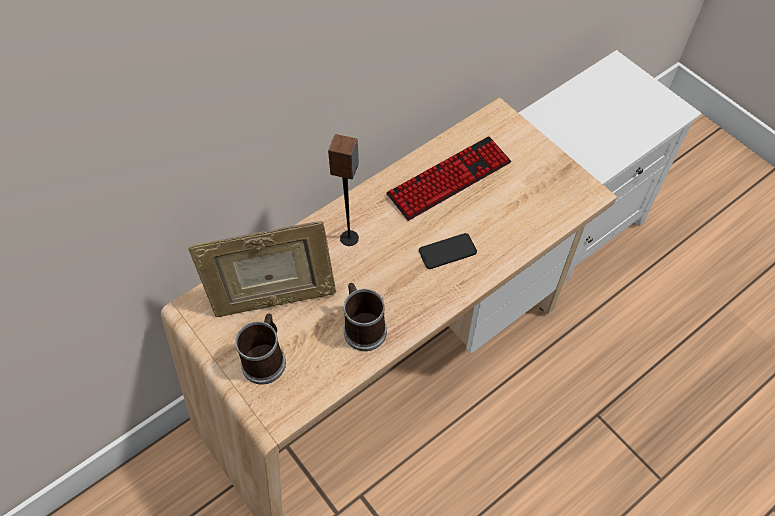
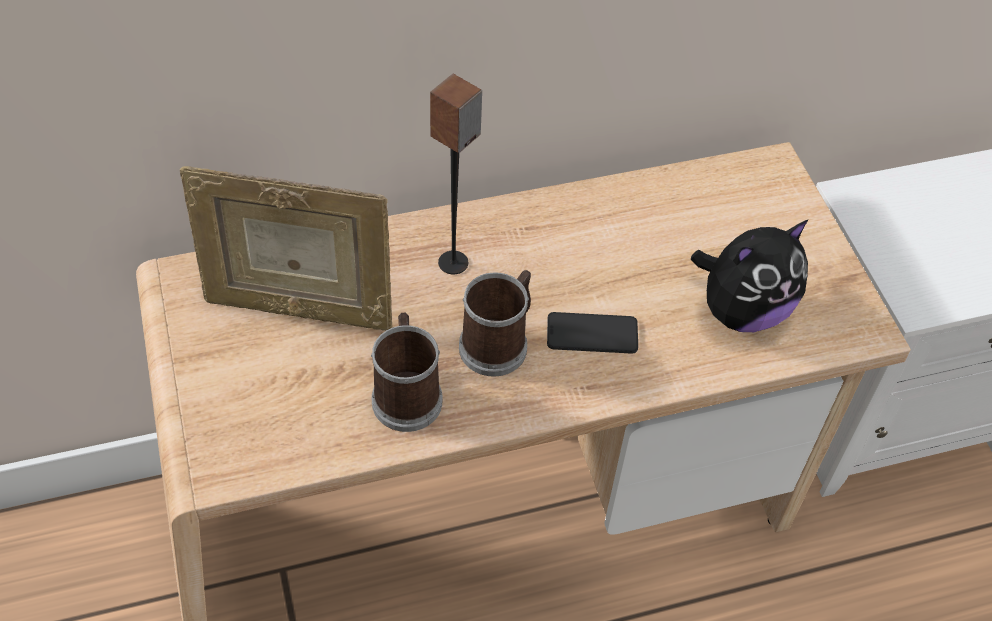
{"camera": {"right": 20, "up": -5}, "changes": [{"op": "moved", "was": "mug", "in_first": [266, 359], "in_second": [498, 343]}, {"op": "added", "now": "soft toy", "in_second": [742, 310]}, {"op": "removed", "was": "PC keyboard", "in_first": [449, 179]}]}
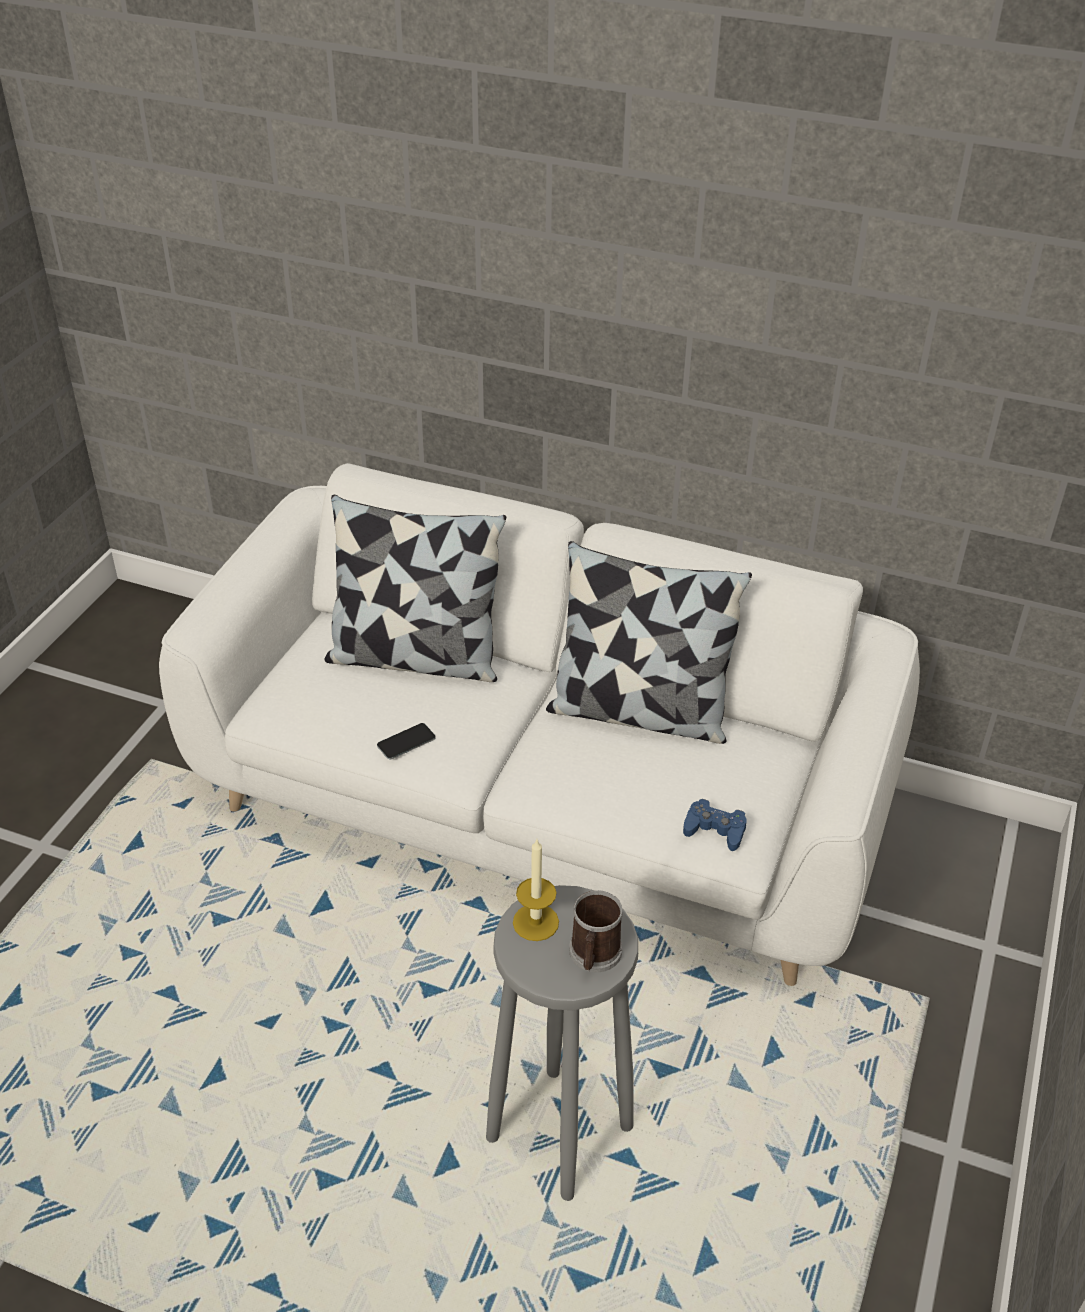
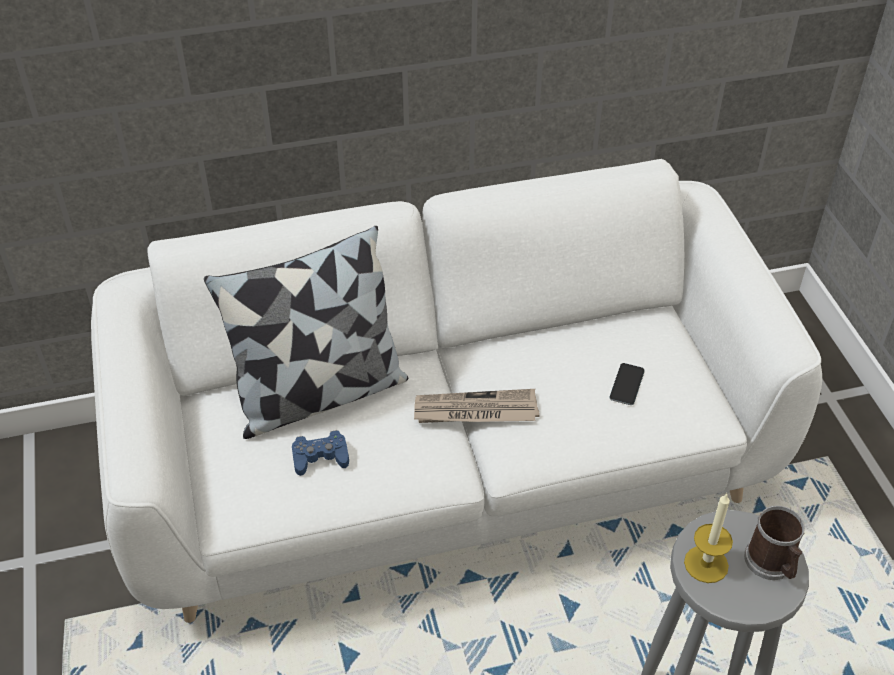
{"camera": {"right": -35, "up": 5}, "changes": [{"op": "moved", "was": "game controller/bluish", "in_first": [715, 830], "in_second": [320, 457]}, {"op": "added", "now": "printed paper", "in_second": [475, 411]}, {"op": "moved", "was": "telephone", "in_first": [406, 742], "in_second": [627, 384]}, {"op": "removed", "was": "cushion", "in_first": [639, 712]}]}
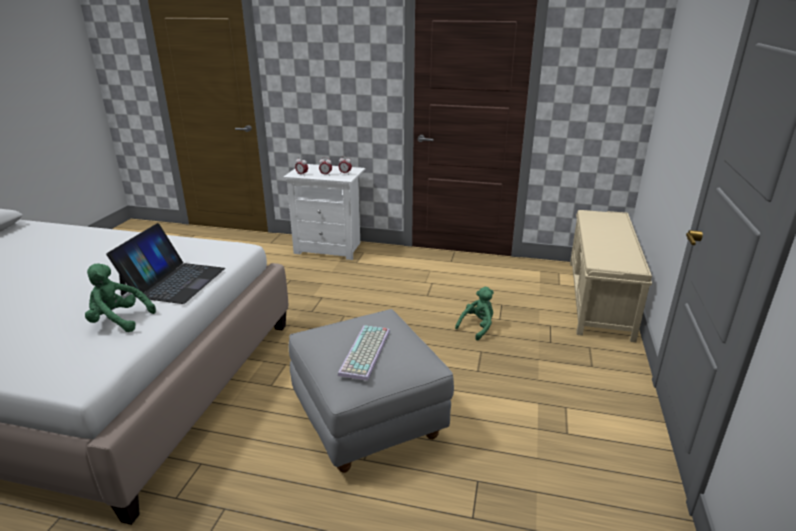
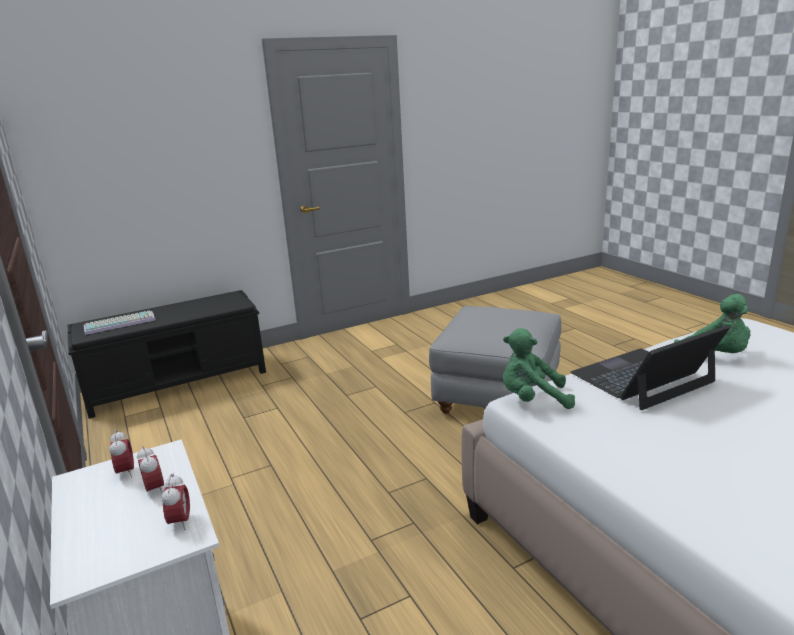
{"camera": {"right": -130, "up": -5}, "changes": [{"op": "recoloured", "was": "long seat/sand-coloured", "now": "long seat/blackish", "in_first": [599, 298], "in_second": [179, 382]}, {"op": "moved", "was": "PC keyboard", "in_first": [366, 353], "in_second": [120, 323]}, {"op": "moved", "was": "soft toy/green", "in_first": [477, 327], "in_second": [532, 399]}]}
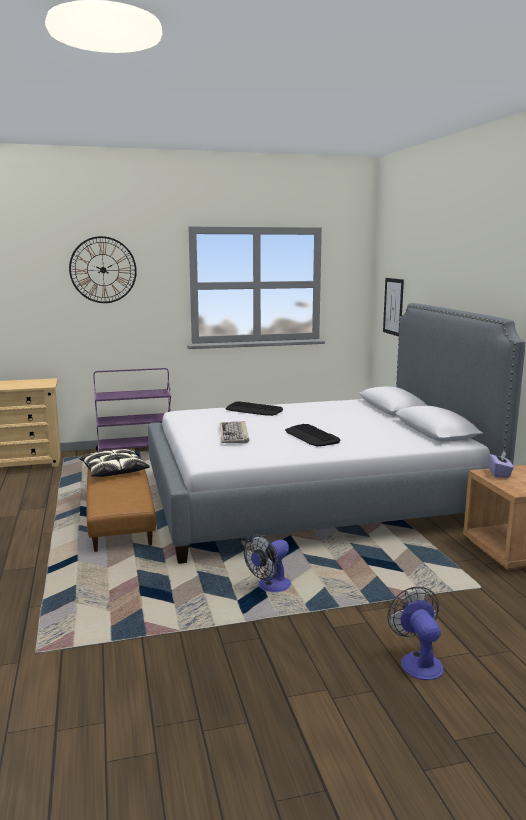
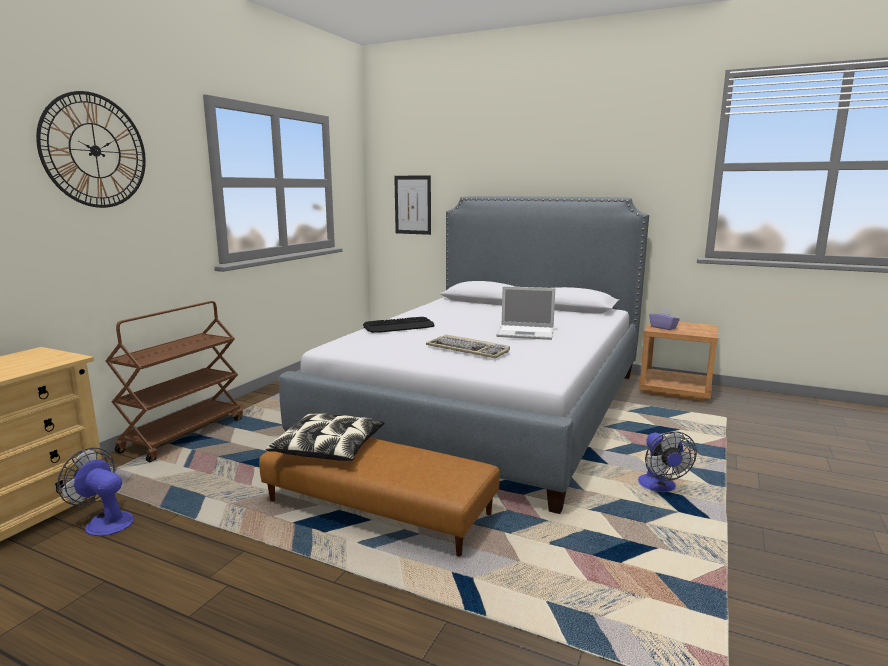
{"camera": {"right": -50, "up": 0}, "changes": [{"op": "moved", "was": "cooling fan", "in_first": [417, 661], "in_second": [104, 522]}, {"op": "recoloured", "was": "trolley/purplish", "now": "trolley/brown", "in_first": [135, 451], "in_second": [184, 434]}, {"op": "replaced", "was": "PC keyboard", "now": "laptop", "in_first": [311, 436], "in_second": [527, 333]}]}
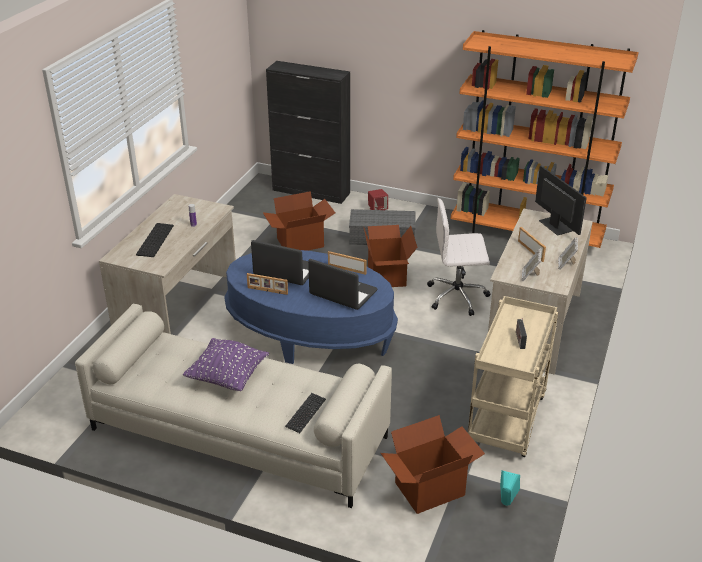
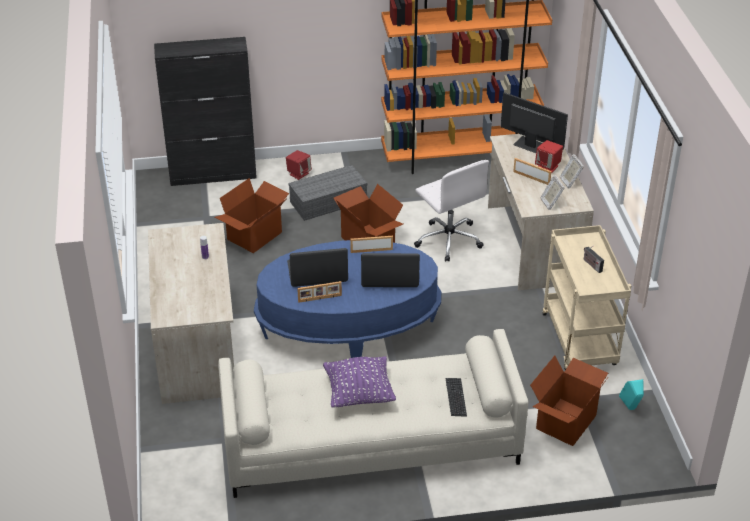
{"camera": {"right": -30, "up": 5}, "changes": [{"op": "turned", "was": "desk chair/whitish", "in_first": [458, 296], "in_second": [448, 239], "clockwise": -90}, {"op": "added", "now": "speaker/red", "in_second": [548, 166]}, {"op": "removed", "was": "PC keyboard", "in_first": [154, 239]}]}
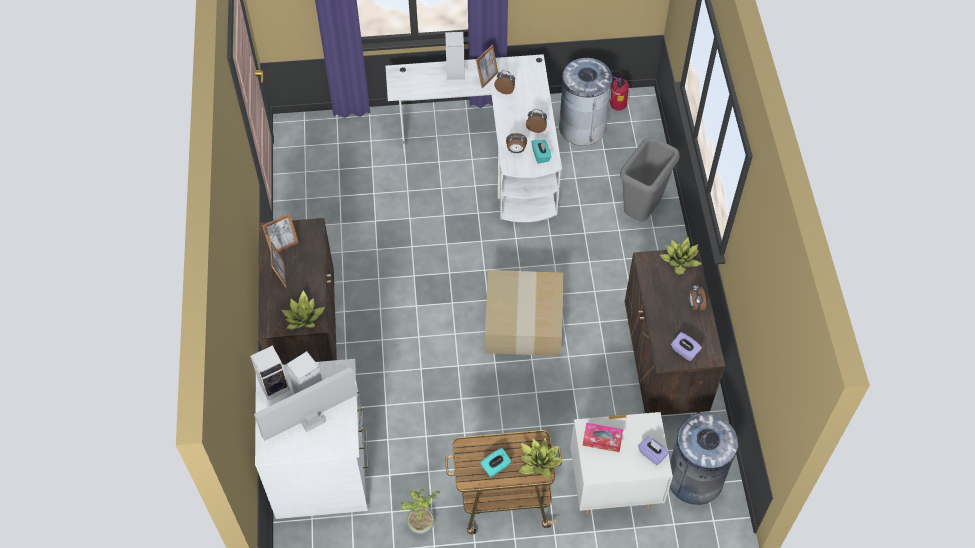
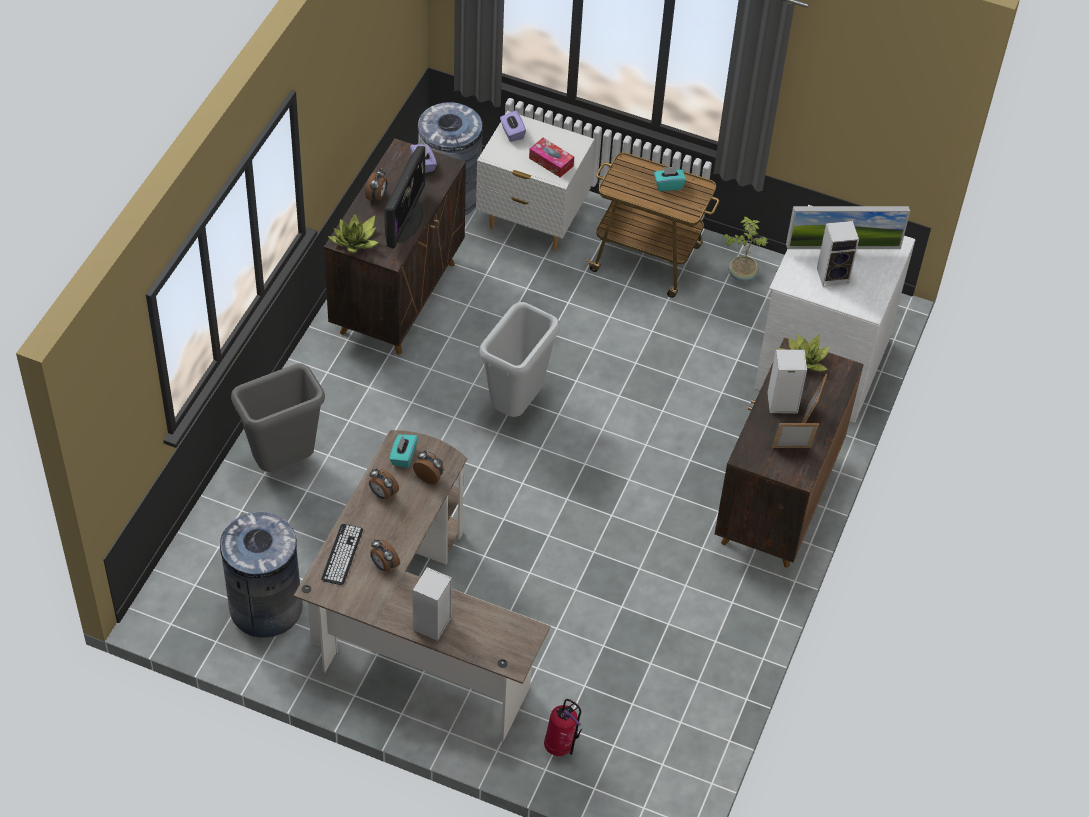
{"camera": {"right": -155, "up": -5}, "changes": [{"op": "recoloured", "was": "desk/whitish", "now": "desk/brown", "in_first": [493, 154], "in_second": [411, 626]}, {"op": "added", "now": "PC keyboard", "in_second": [342, 554]}, {"op": "added", "now": "computer display", "in_second": [405, 221]}, {"op": "replaced", "was": "carton", "now": "waste bin/grey", "in_first": [524, 323], "in_second": [515, 404]}, {"op": "moved", "was": "extinguisher", "in_first": [616, 107], "in_second": [560, 746]}, {"op": "moved", "was": "speaker", "in_first": [275, 386], "in_second": [781, 403]}, {"op": "removed", "was": "picture frame", "in_first": [487, 78]}, {"op": "removed", "was": "houseplant", "in_first": [538, 462]}]}
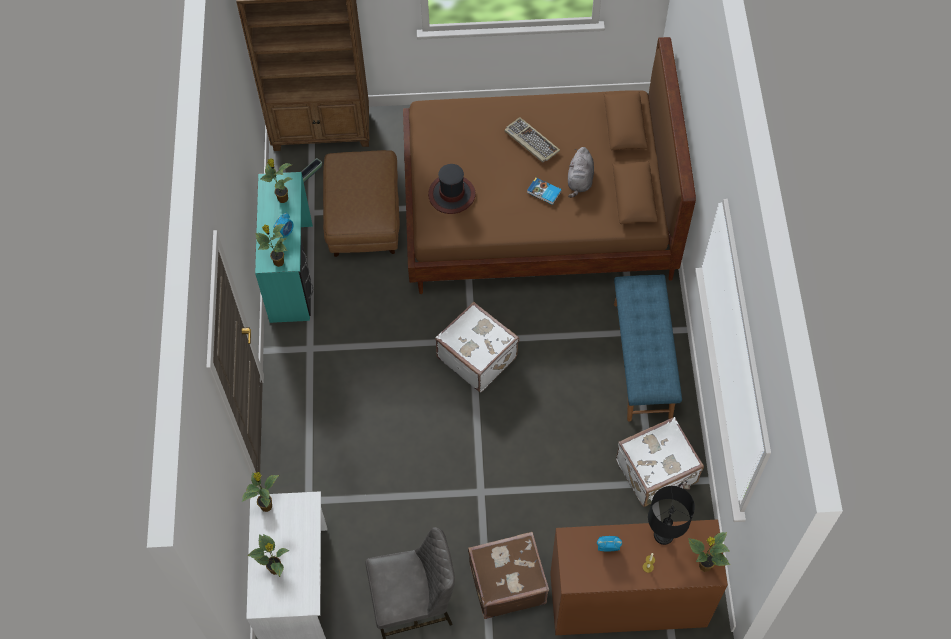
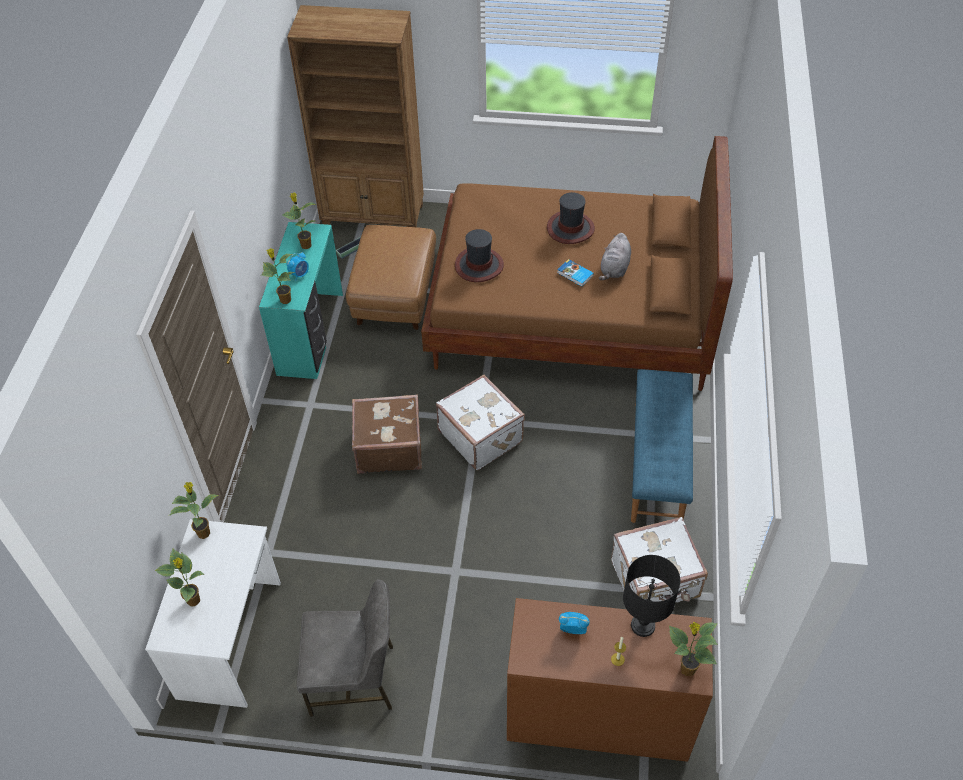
{"camera": {"right": 10, "up": -10}, "changes": [{"op": "moved", "was": "piece of luggage/brown", "in_first": [506, 582], "in_second": [388, 447]}, {"op": "replaced", "was": "PC keyboard", "now": "clothing hat", "in_first": [531, 141], "in_second": [570, 228]}]}
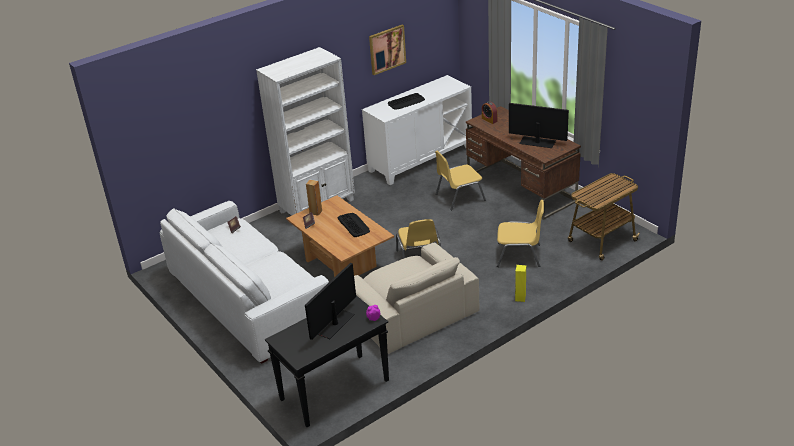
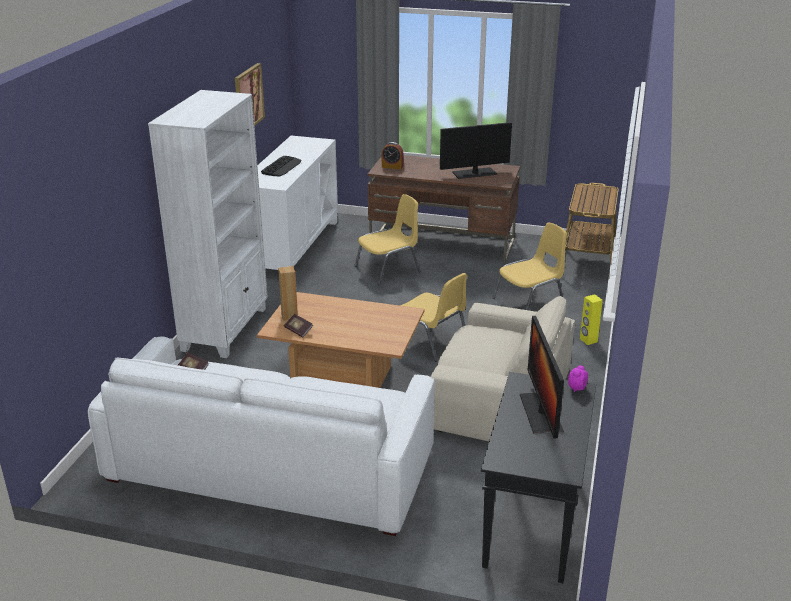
{"camera": {"right": -40, "up": -5}, "changes": [{"op": "turned", "was": "plain chair/yellow-coloured", "in_first": [459, 197], "in_second": [388, 269], "clockwise": -150}, {"op": "removed", "was": "PC keyboard", "in_first": [353, 225]}]}
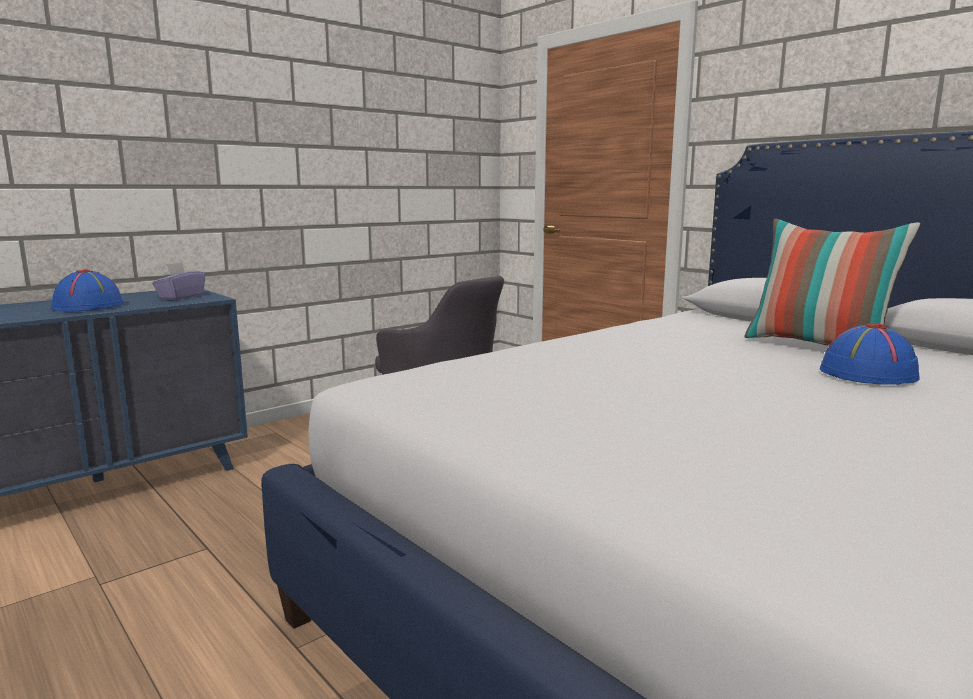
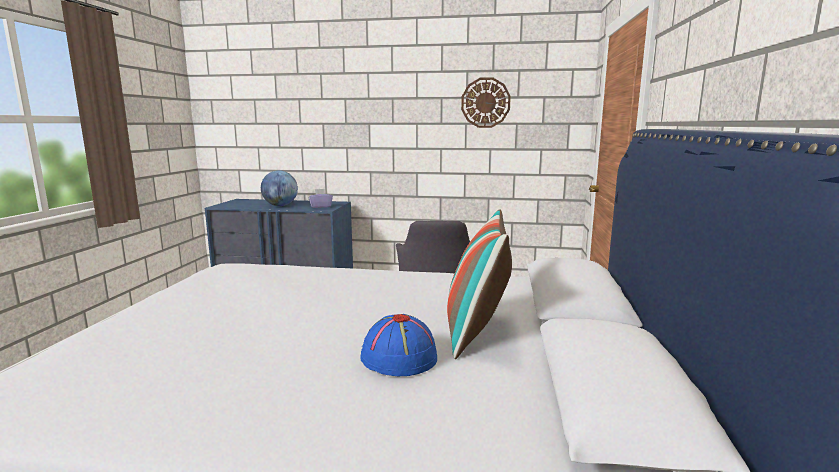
{"camera": {"right": 50, "up": 0}, "changes": [{"op": "replaced", "was": "clothing hat/bluish", "now": "world globe", "in_first": [89, 307], "in_second": [280, 205]}, {"op": "added", "now": "wall clock", "in_second": [485, 103]}]}
